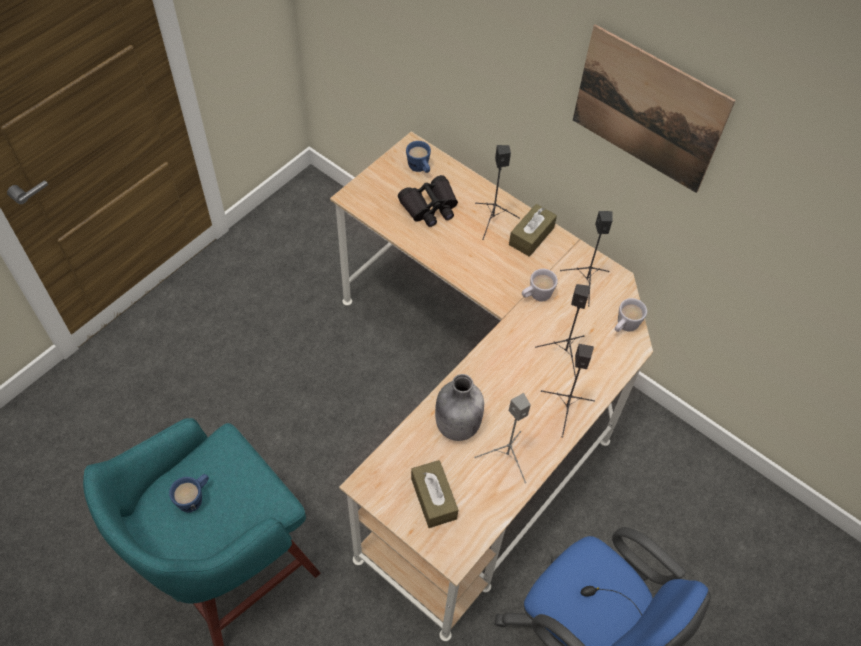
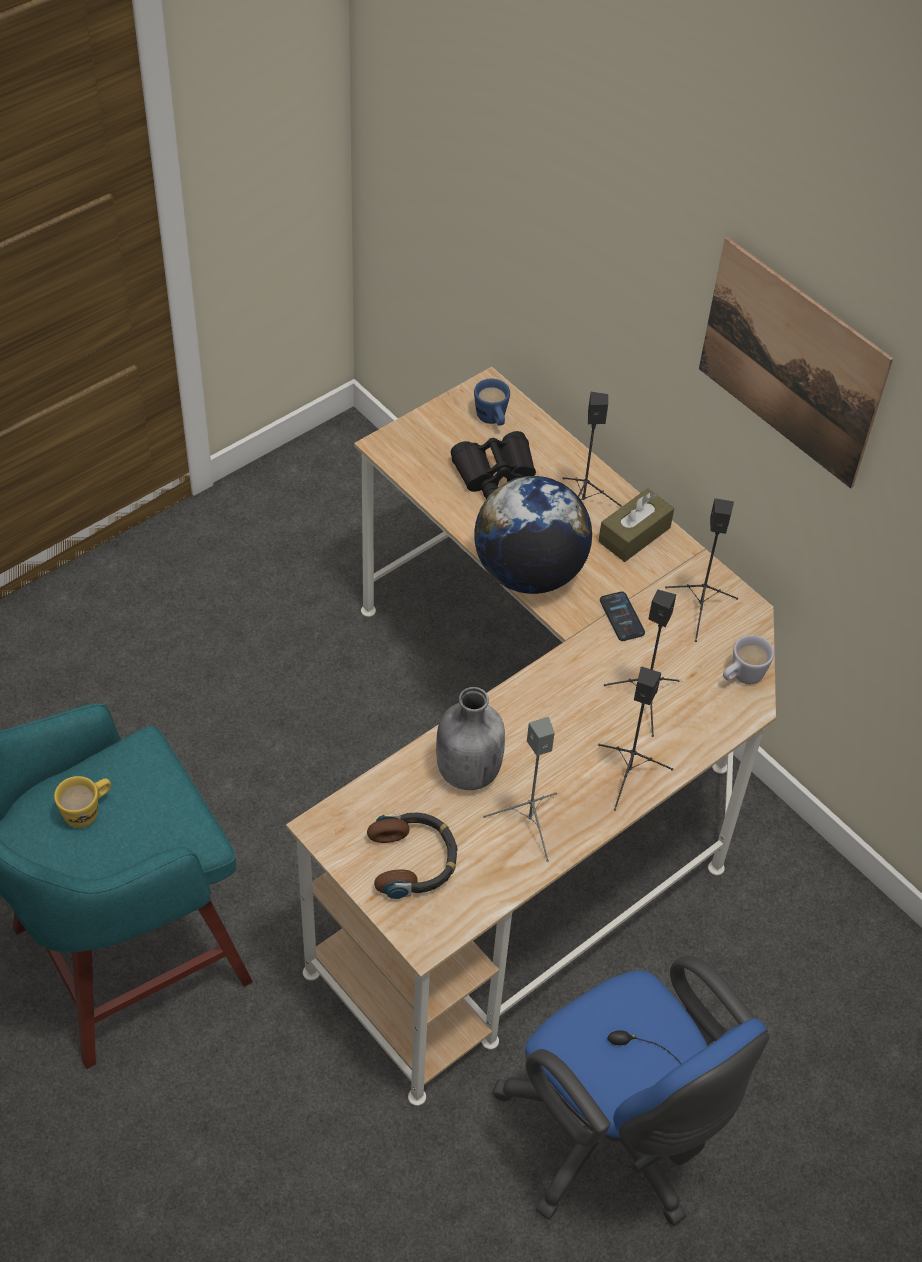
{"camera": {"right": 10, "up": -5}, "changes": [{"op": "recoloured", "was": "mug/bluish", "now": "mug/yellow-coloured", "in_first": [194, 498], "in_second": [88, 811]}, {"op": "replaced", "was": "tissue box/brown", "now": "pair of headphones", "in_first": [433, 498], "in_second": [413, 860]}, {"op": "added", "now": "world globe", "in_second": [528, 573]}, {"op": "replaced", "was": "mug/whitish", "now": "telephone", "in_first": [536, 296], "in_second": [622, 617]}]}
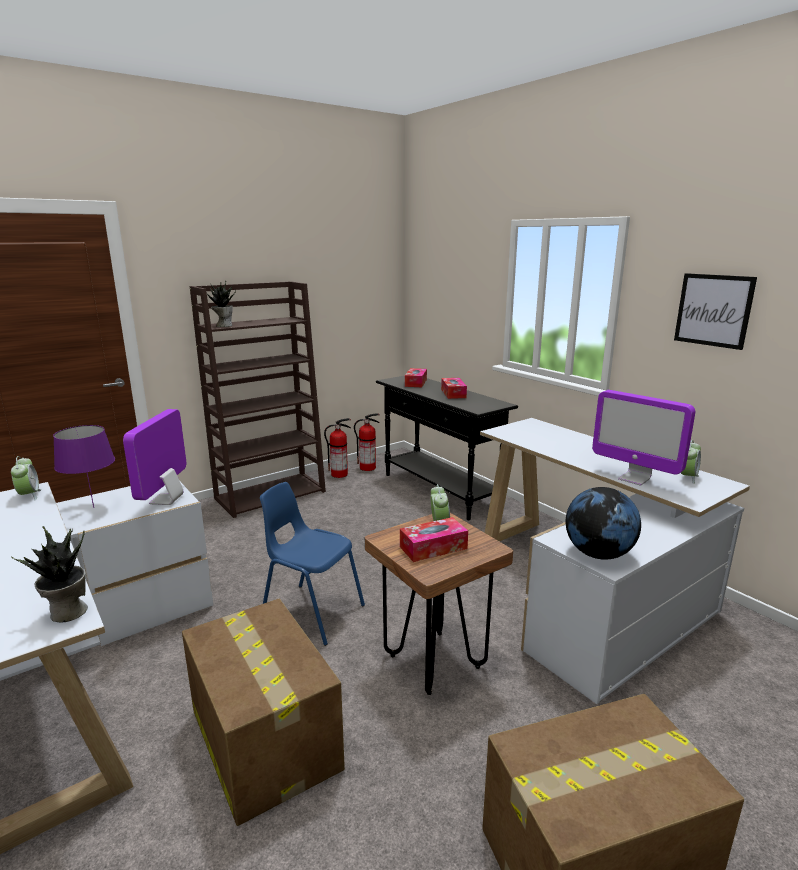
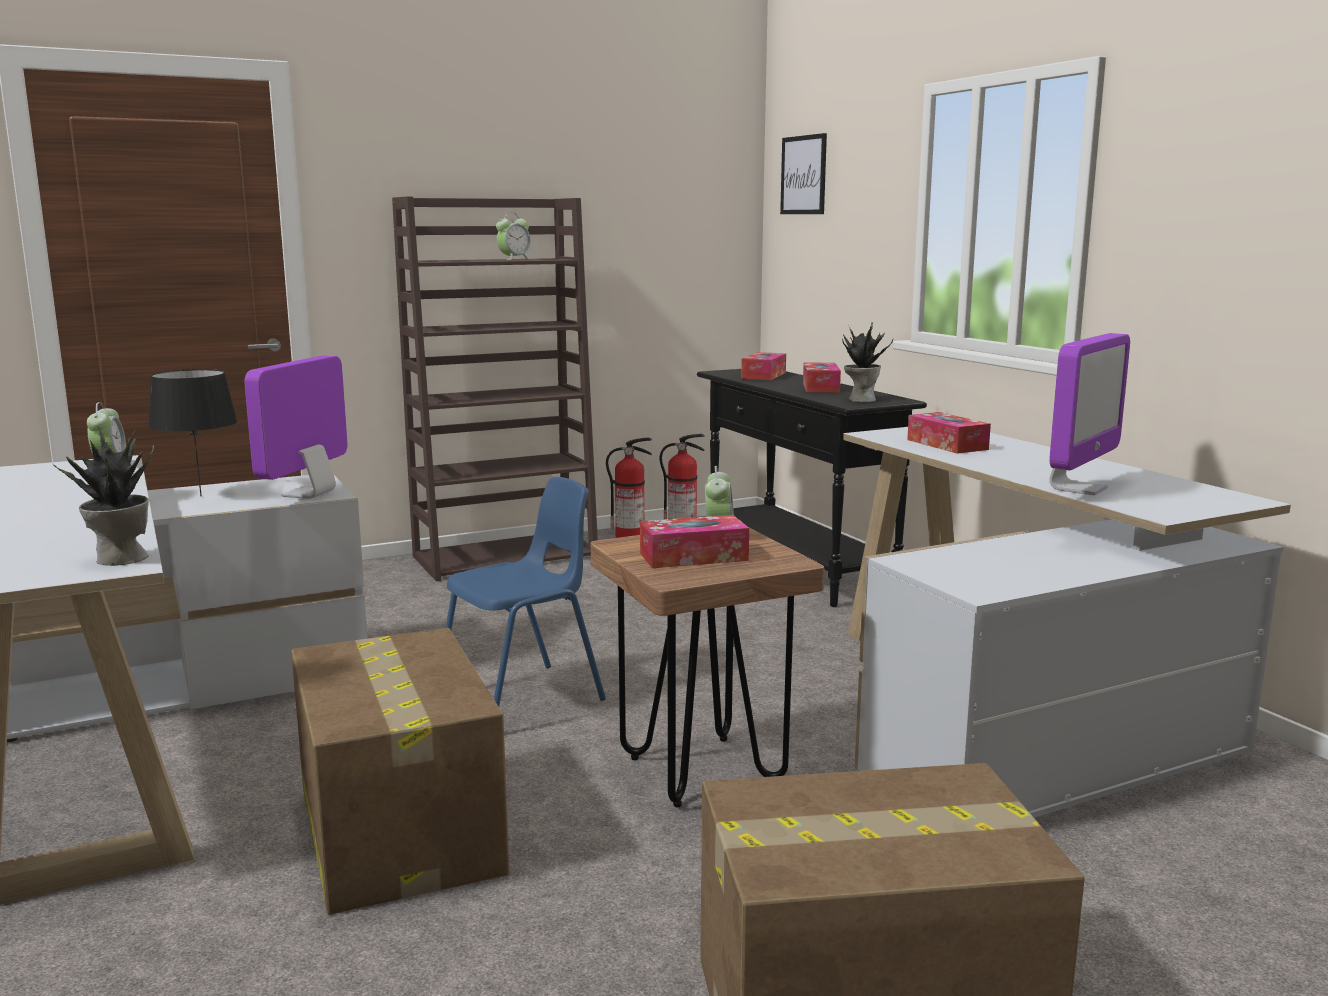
{"camera": {"right": 10, "up": -5}, "changes": [{"op": "recoloured", "was": "lamp for a table/purplish", "now": "lamp for a table/blackish", "in_first": [94, 507], "in_second": [202, 496]}, {"op": "turned", "was": "plain chair/bluish", "in_first": [312, 612], "in_second": [523, 698], "clockwise": 105}, {"op": "moved", "was": "bedside clock", "in_first": [687, 477], "in_second": [514, 259]}, {"op": "moved", "was": "picture", "in_first": [713, 310], "in_second": [803, 175]}, {"op": "moved", "was": "houseplant", "in_first": [223, 325], "in_second": [860, 399]}, {"op": "added", "now": "tissue box", "in_second": [947, 444]}, {"op": "turned", "was": "computer display", "in_first": [634, 479], "in_second": [1078, 488], "clockwise": -105}, {"op": "removed", "was": "world globe", "in_first": [598, 554]}]}
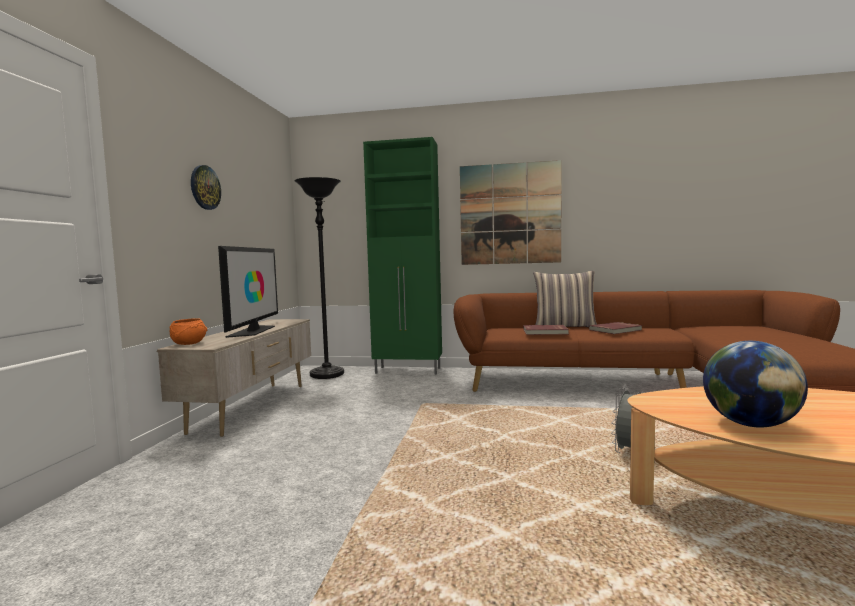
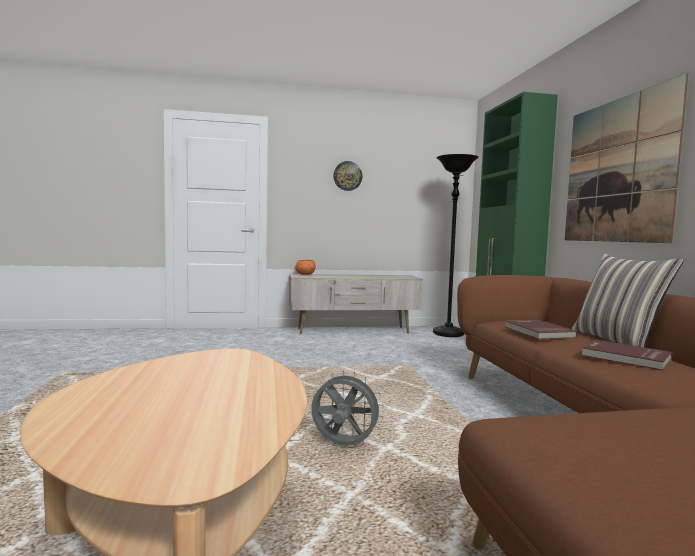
{"camera": {"right": 70, "up": 0}, "changes": [{"op": "removed", "was": "TV", "in_first": [253, 331]}, {"op": "removed", "was": "world globe", "in_first": [750, 424]}]}
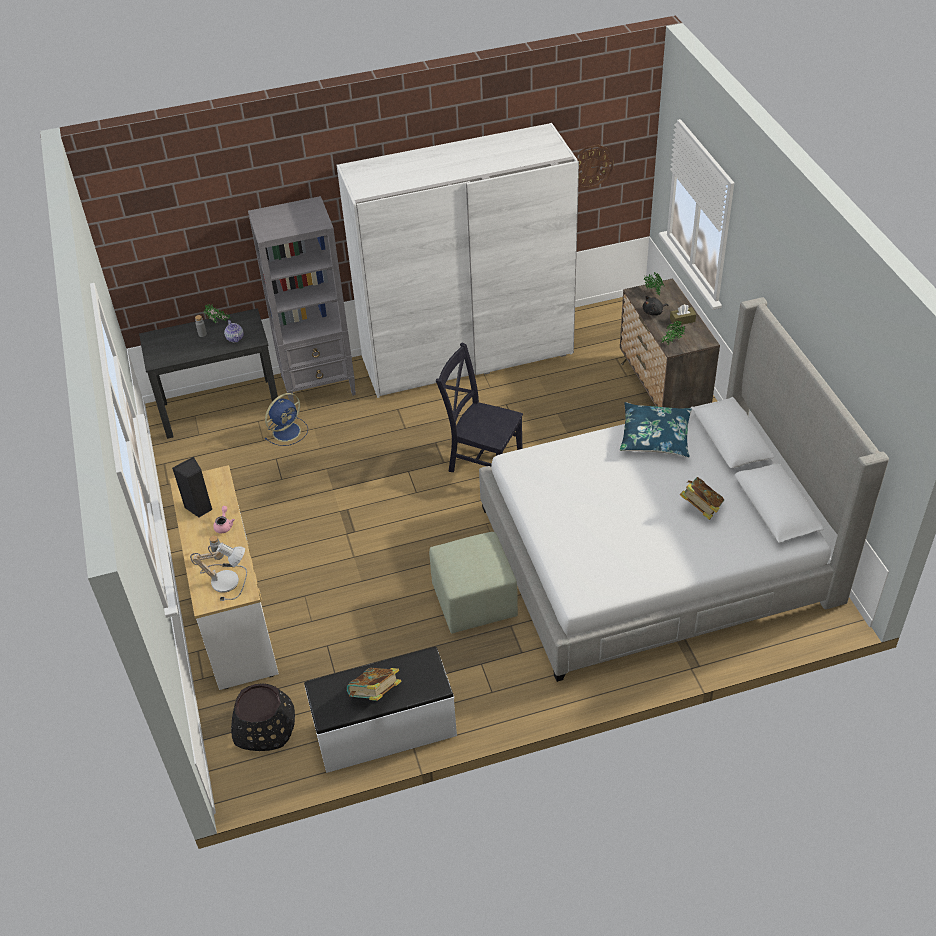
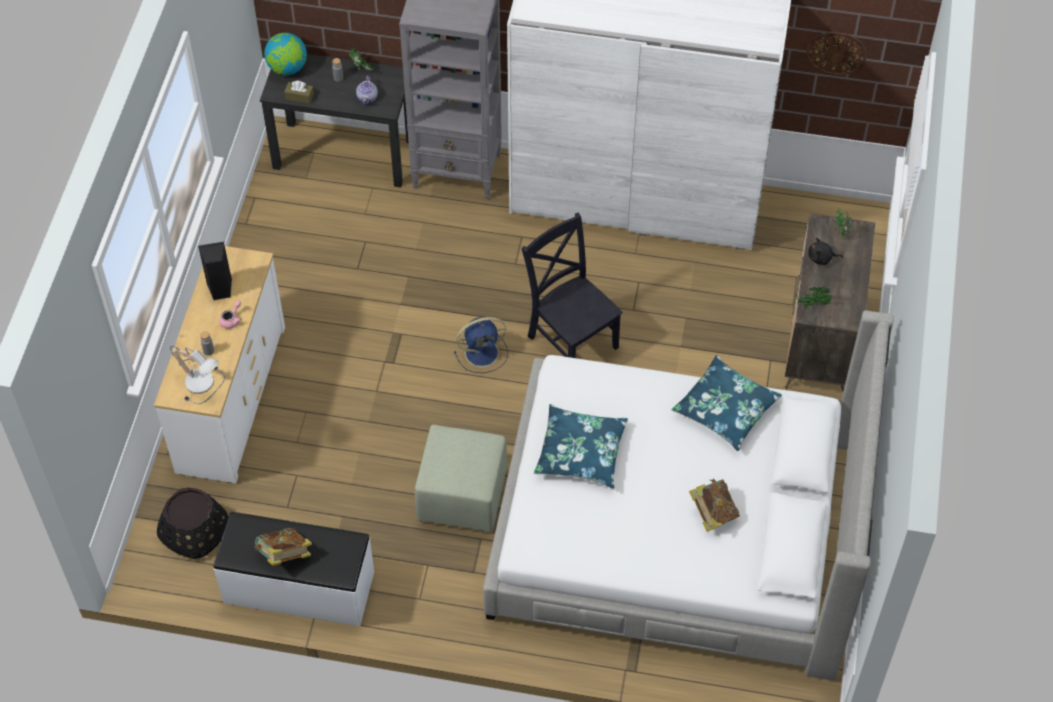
{"camera": {"right": 25, "up": 10}, "changes": [{"op": "added", "now": "world globe", "in_second": [287, 68]}, {"op": "moved", "was": "tissue box/brown", "in_first": [682, 320], "in_second": [299, 96]}, {"op": "moved", "was": "cooling fan/bluish", "in_first": [287, 431], "in_second": [483, 352]}, {"op": "added", "now": "cushion/bluish", "in_second": [581, 452]}]}
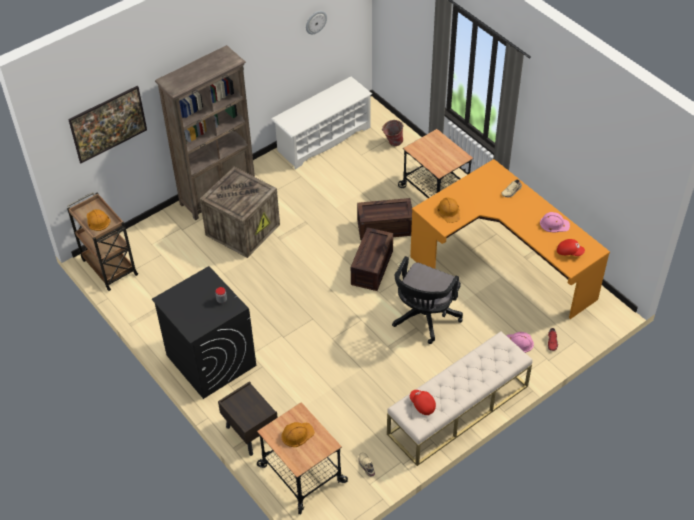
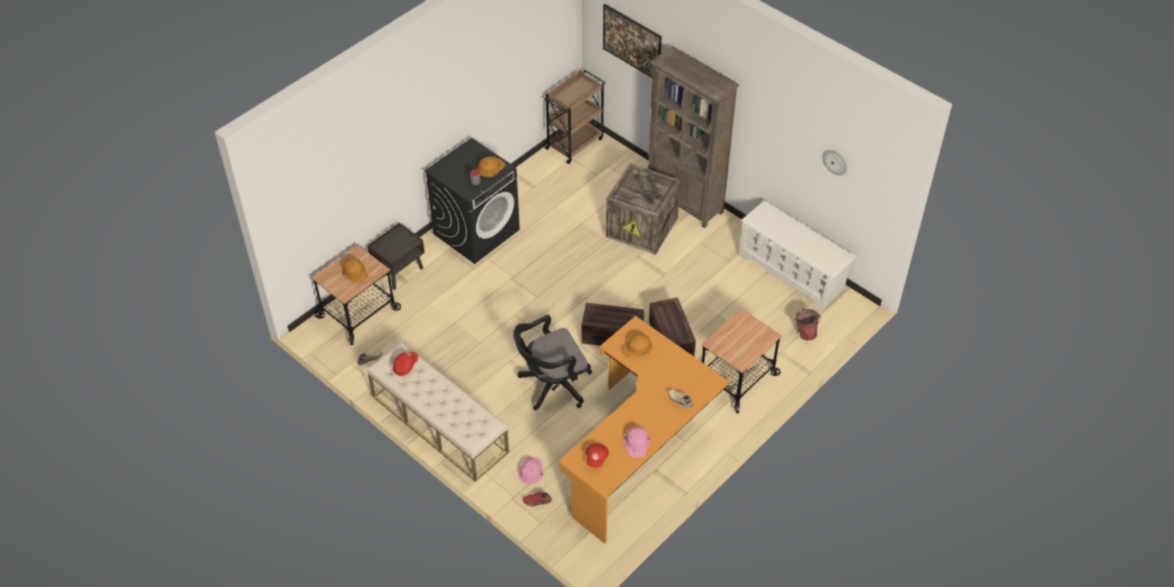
{"camera": {"right": 80, "up": 0}, "changes": [{"op": "moved", "was": "hard hat/orange", "in_first": [97, 220], "in_second": [490, 167]}, {"op": "turned", "was": "desk chair/blackish", "in_first": [424, 318], "in_second": [551, 385], "clockwise": -45}]}
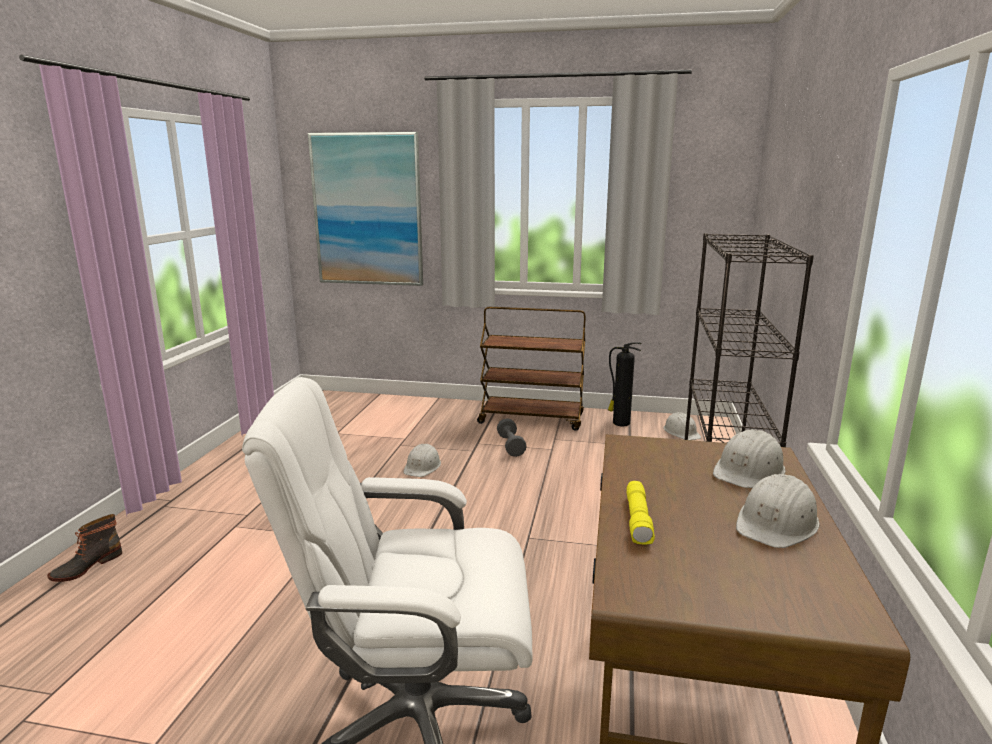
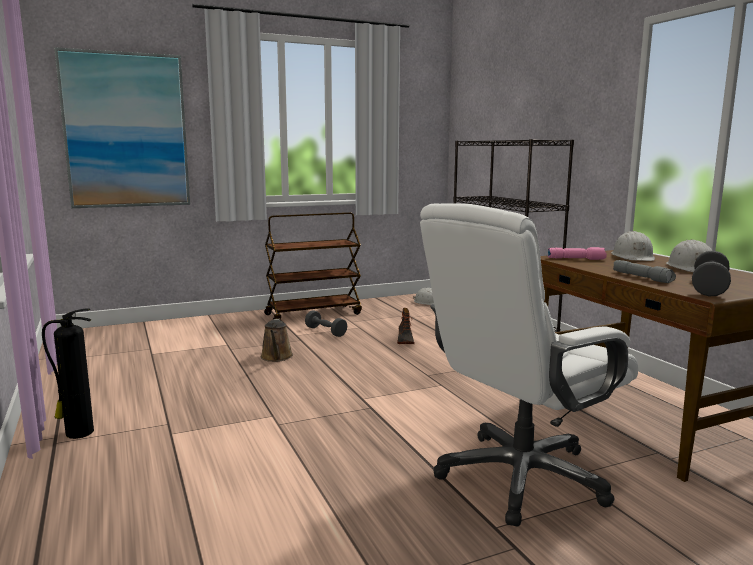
{"camera": {"right": -35, "up": -5}, "changes": [{"op": "moved", "was": "extinguisher", "in_first": [620, 423], "in_second": [78, 433]}, {"op": "replaced", "was": "hard hat/whitish", "now": "watering can/brown", "in_first": [422, 466], "in_second": [276, 357]}, {"op": "moved", "was": "tall boot", "in_first": [86, 566], "in_second": [404, 340]}, {"op": "added", "now": "flashlight/pinkish", "in_second": [576, 259]}, {"op": "recoloured", "was": "flashlight/yellow-coloured", "now": "flashlight/grey", "in_first": [639, 520], "in_second": [642, 277]}, {"op": "added", "now": "dumbbell/grey", "in_second": [709, 288]}]}
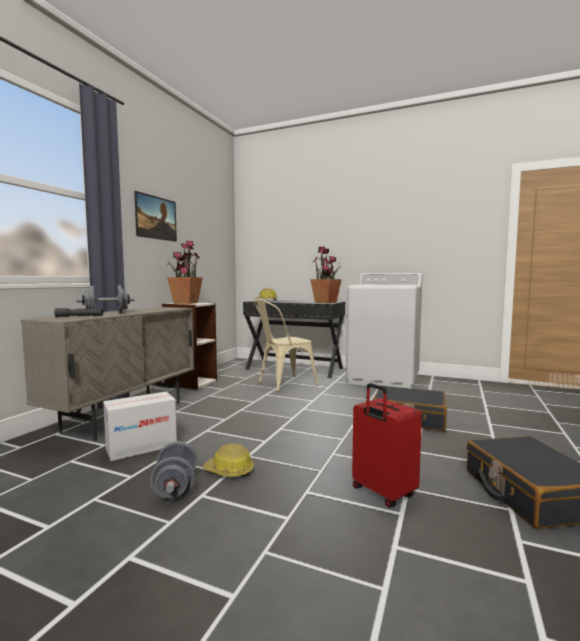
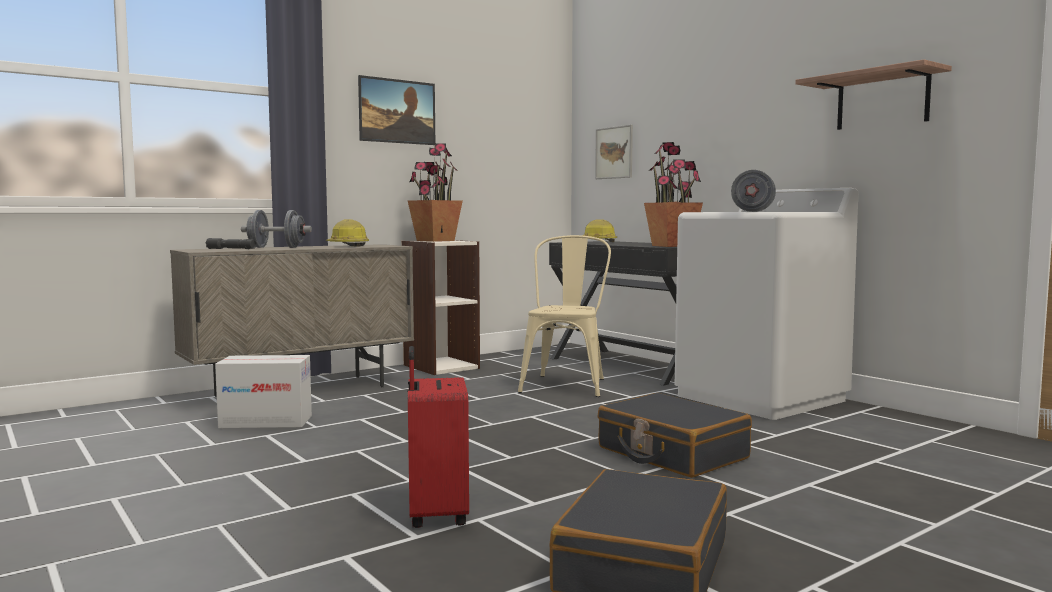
{"camera": {"right": 30, "up": 0}, "changes": [{"op": "moved", "was": "hard hat", "in_first": [229, 471], "in_second": [347, 245]}, {"op": "turned", "was": "plain chair/sand-coloured", "in_first": [283, 384], "in_second": [567, 384], "clockwise": 105}, {"op": "added", "now": "picture", "in_second": [614, 152]}, {"op": "moved", "was": "dumbbell/grey", "in_first": [175, 488], "in_second": [753, 211]}, {"op": "added", "now": "bracket shelf", "in_second": [882, 100]}]}
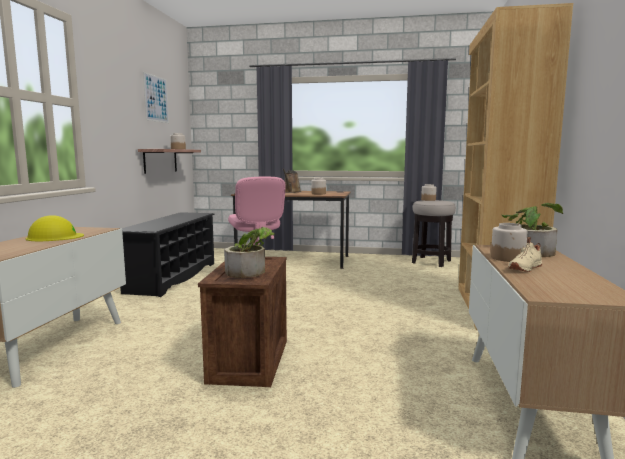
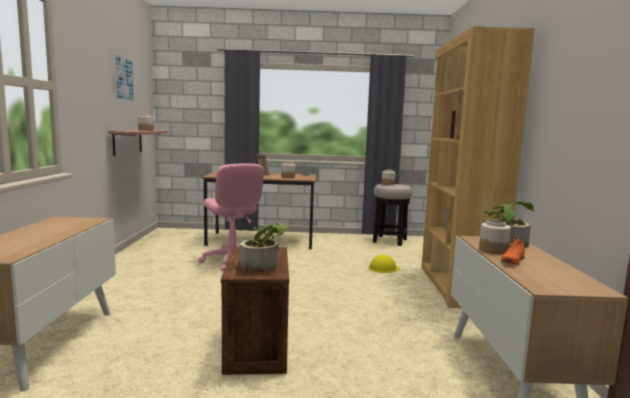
{"camera": {"right": -10, "up": 0}, "changes": [{"op": "moved", "was": "hard hat/yellow-coloured", "in_first": [55, 237], "in_second": [383, 268]}, {"op": "recoloured", "was": "low shoe/sand-coloured", "now": "low shoe/orange", "in_first": [524, 268], "in_second": [512, 260]}, {"op": "removed", "was": "shoe rack/blackish", "in_first": [172, 277]}]}
